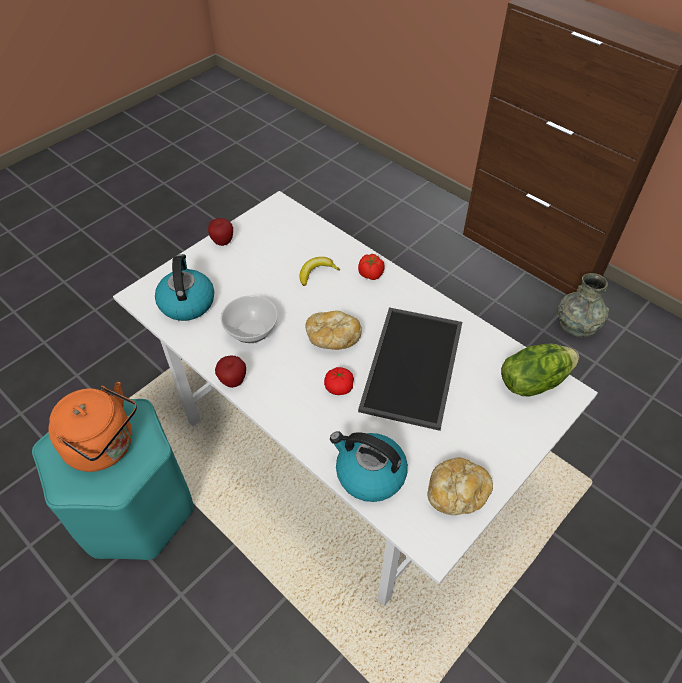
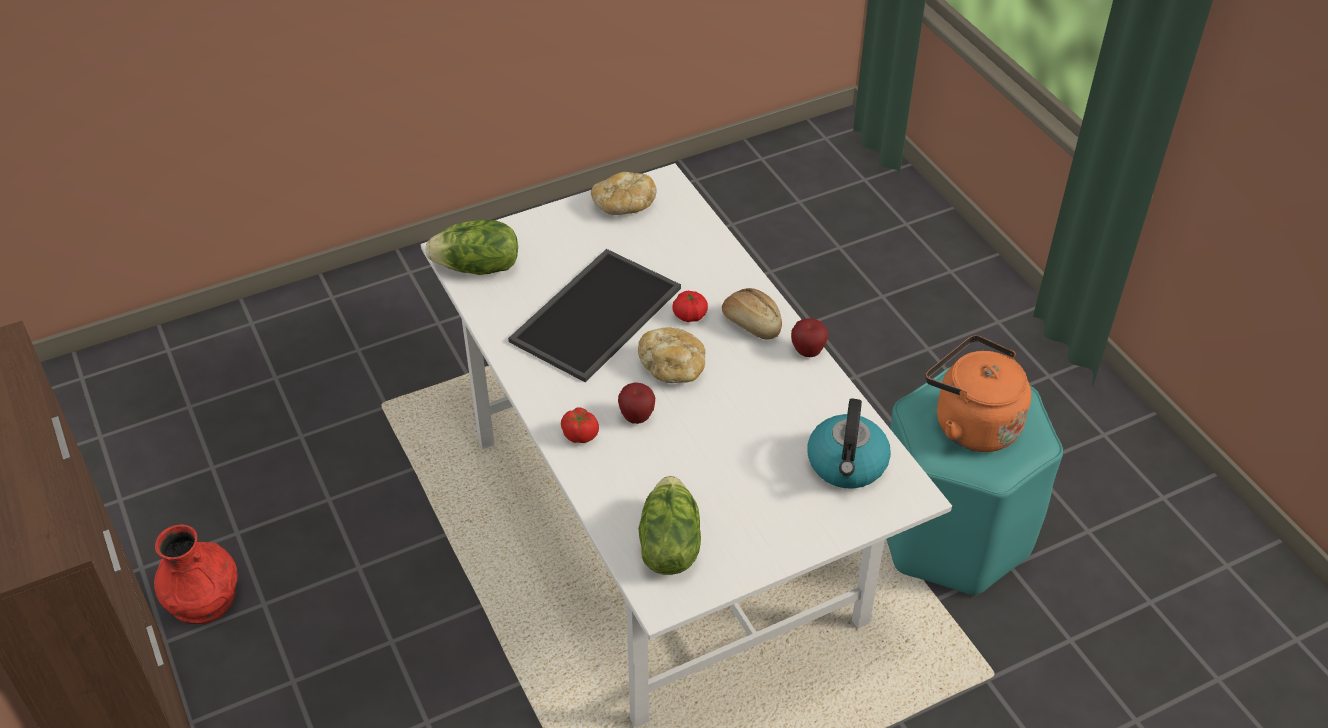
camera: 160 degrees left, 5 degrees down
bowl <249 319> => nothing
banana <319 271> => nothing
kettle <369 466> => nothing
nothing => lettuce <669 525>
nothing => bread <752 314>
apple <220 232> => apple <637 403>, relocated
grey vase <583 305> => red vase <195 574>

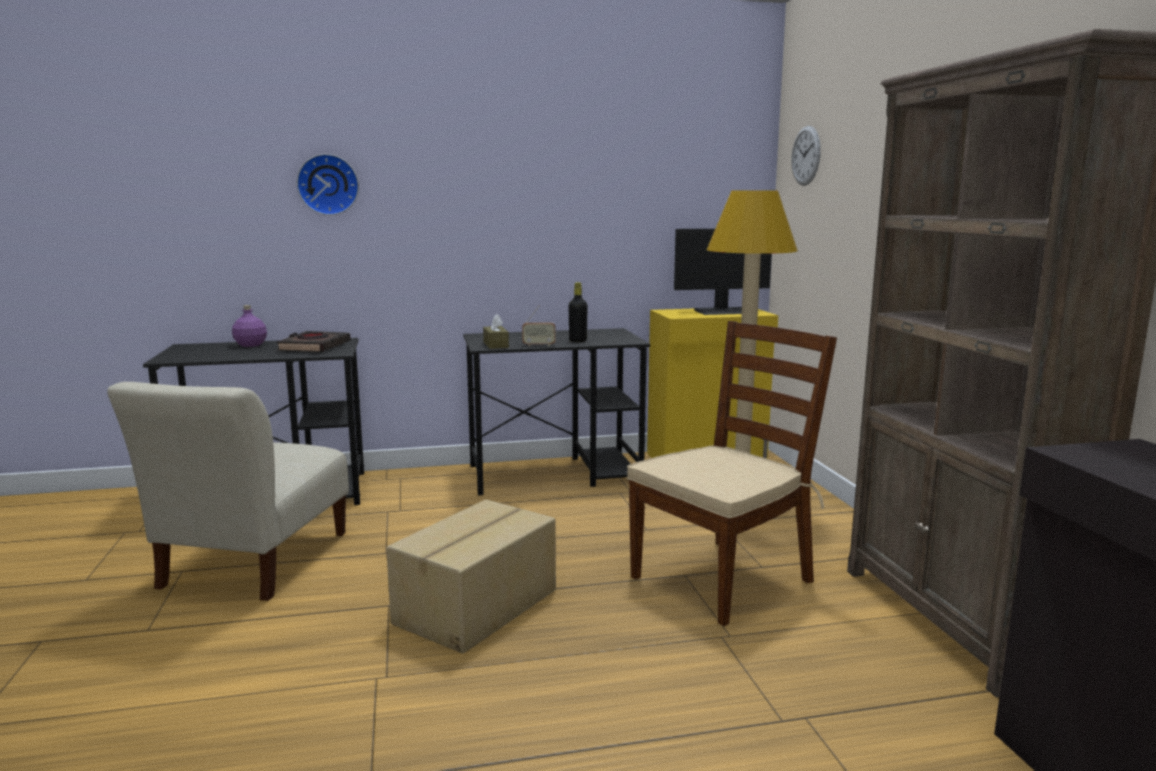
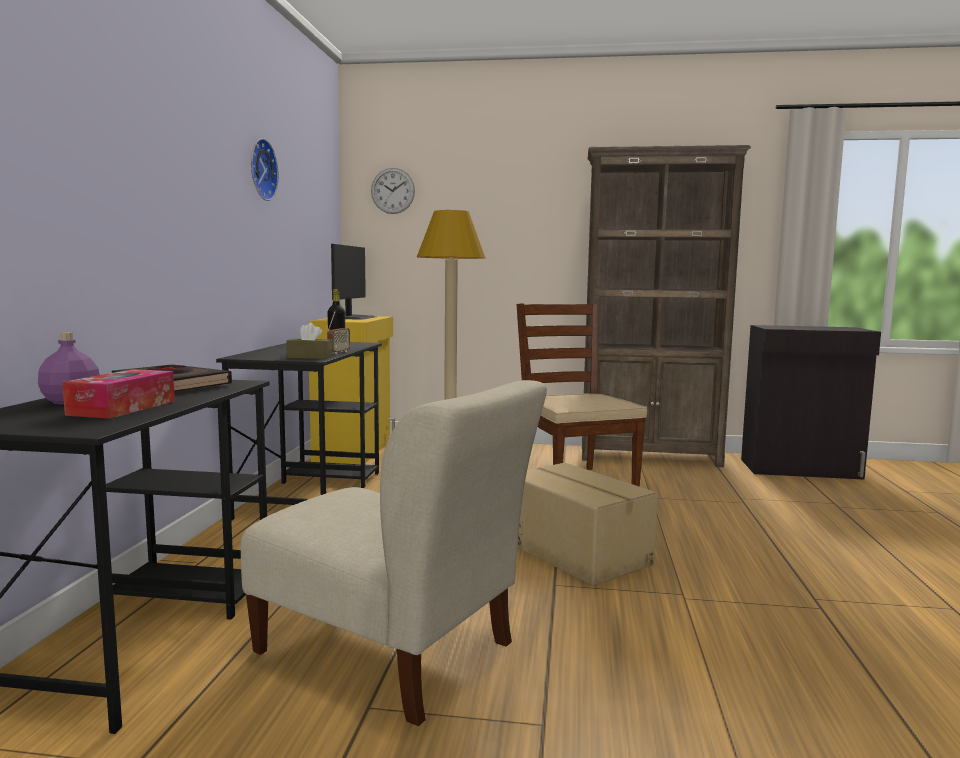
camera: 70 degrees left, 5 degrees down
nothing => tissue box <118 394>
wall clock <327 184> => wall clock <265 169>, relocated

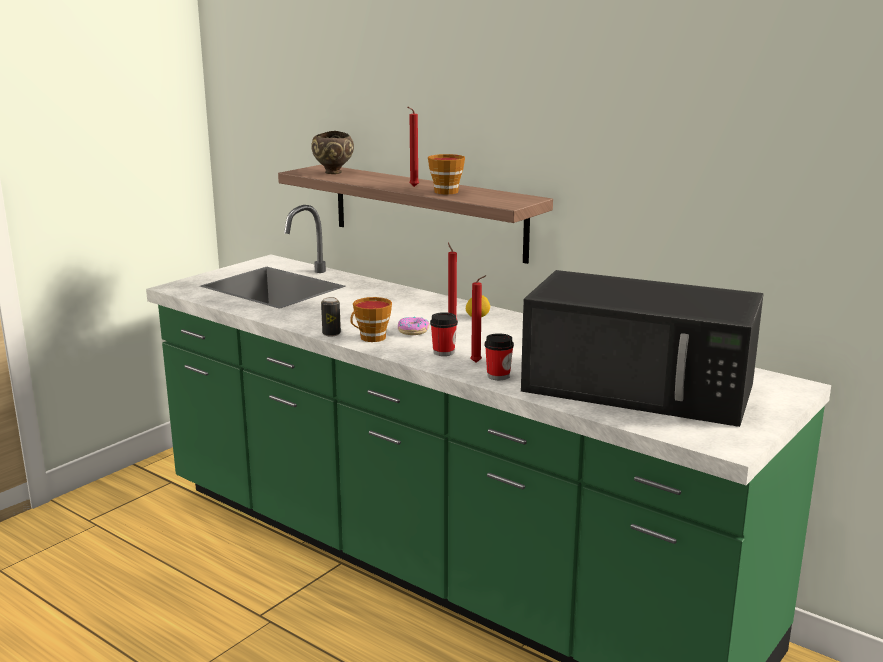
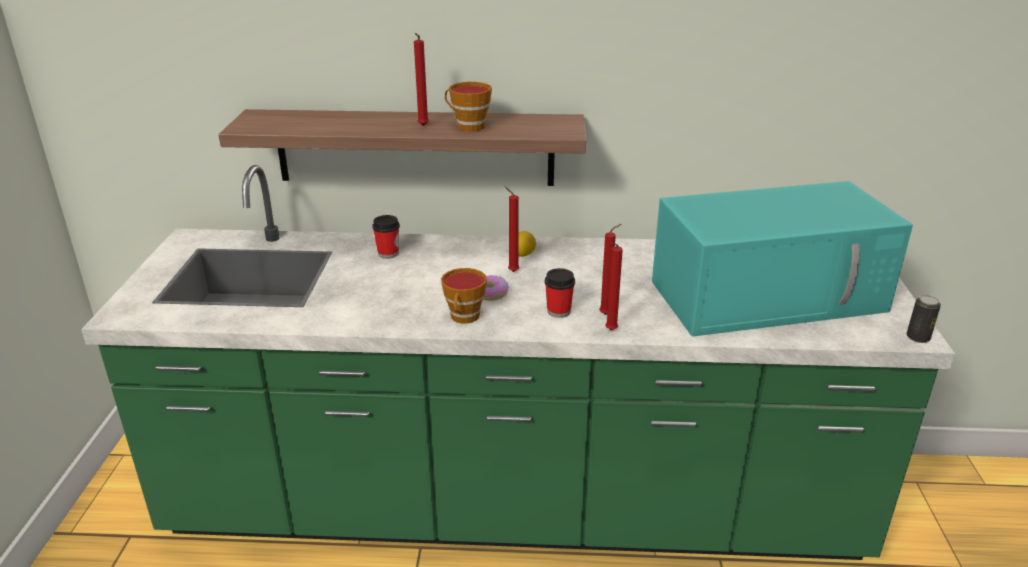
camera: 35 degrees left, 10 degrees up
brown bowl <332 152> => nothing
nothing => red candle <614 286>
can <331 316> => can <924 319>, relocated
cup <499 356> => cup <386 237>, relocated
black microwave <642 348> => turquoise microwave <782 259>

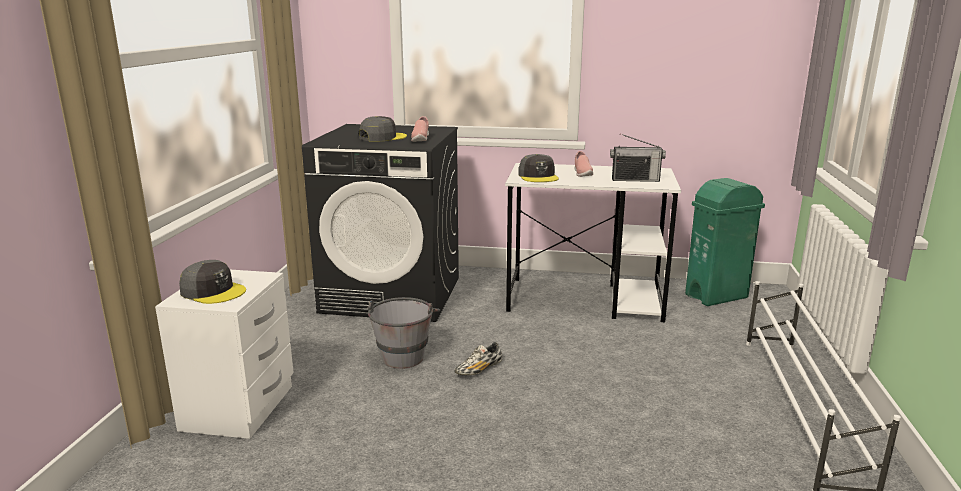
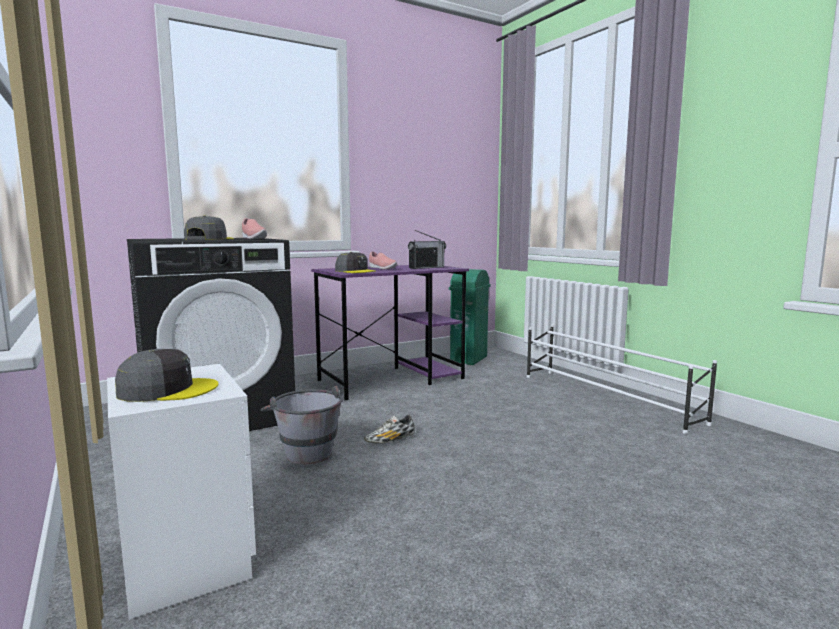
camera: 40 degrees left, 10 degrees down
white desk <593 242> => purple desk <390 332>
shoe <478 358> => shoe <389 429>, 45 degrees clockwise

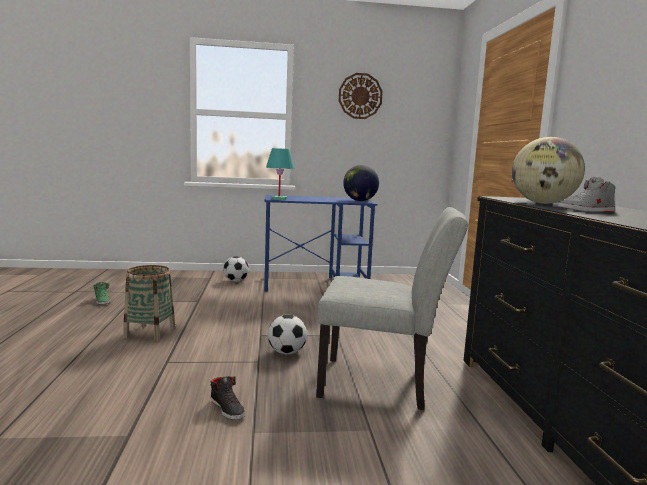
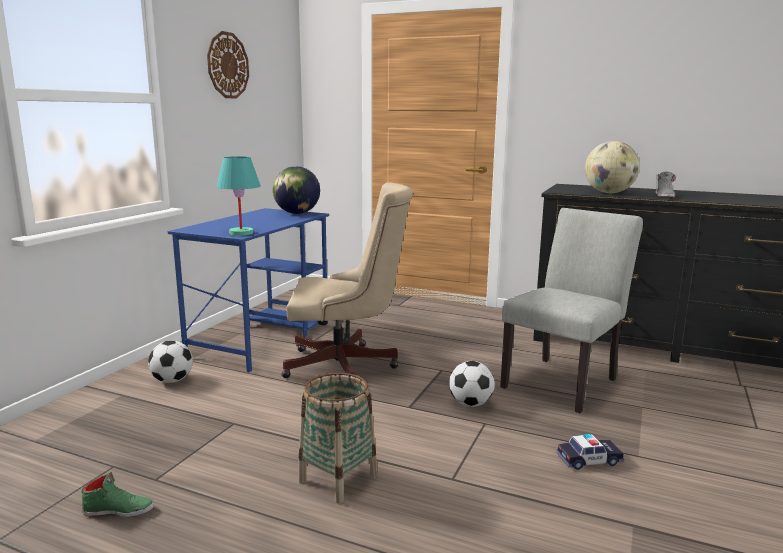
camera: 60 degrees left, 5 degrees up
nothing => beige office chair <347 280>
black shoe <228 398> => toy car <590 452>

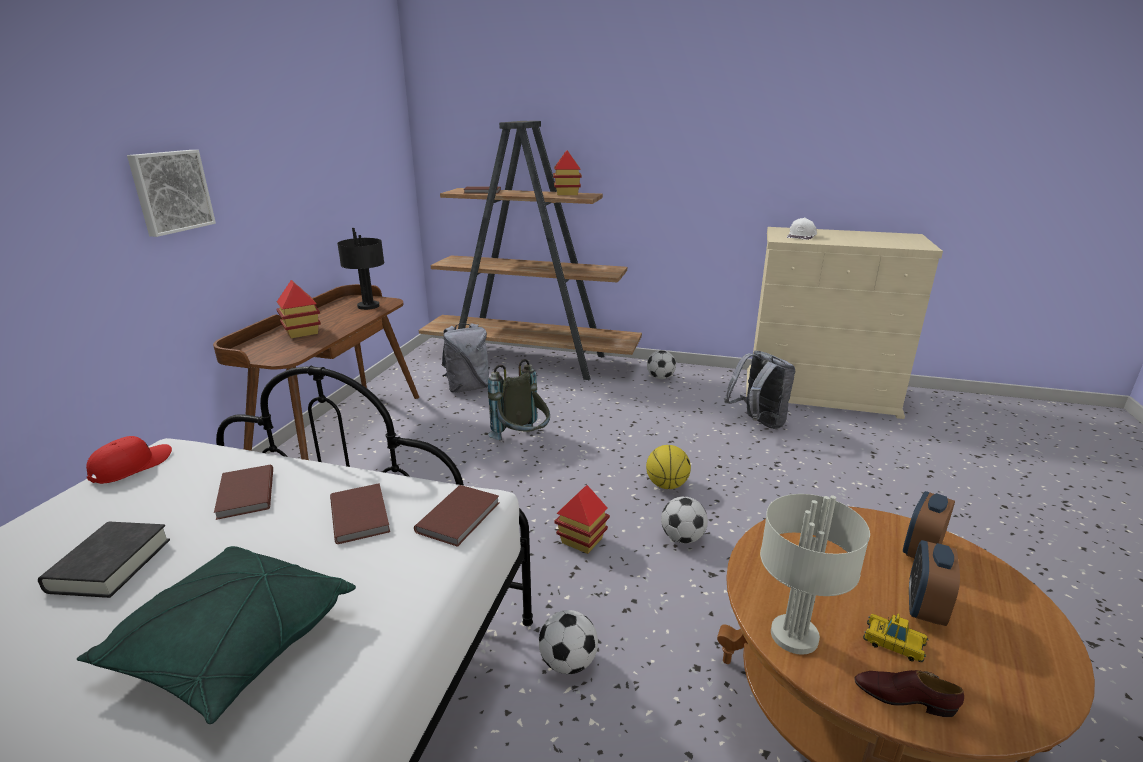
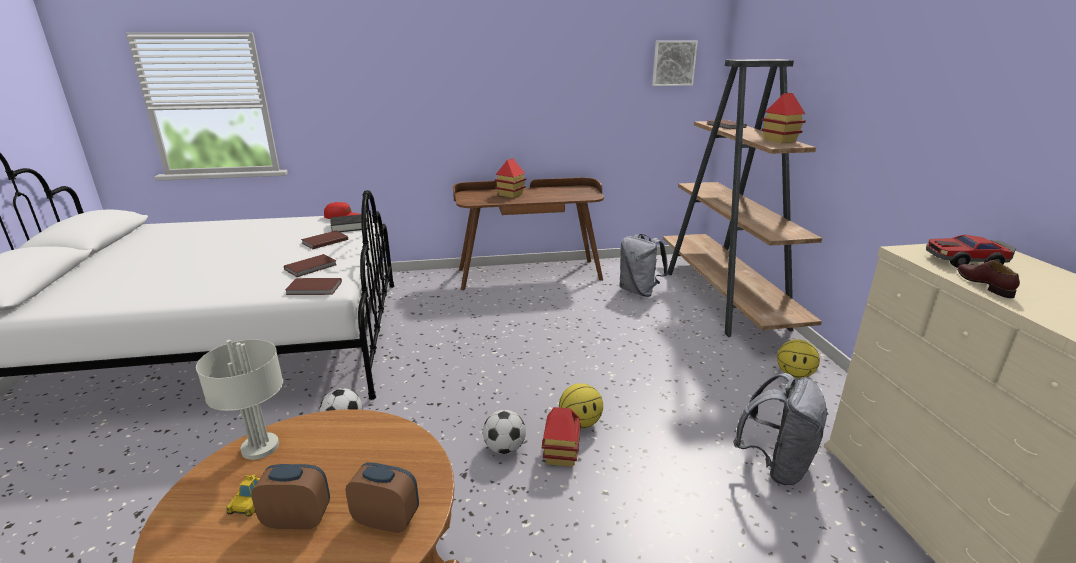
camera: 65 degrees right, 0 degrees up
green pillow <216 635> => nothing
black table lamp <360 269> => nothing
grey backpack <519 399> => nothing
black book <104 560> => black book <349 223>, relocated
picture <171 193> => picture <675 63>, relocated
toy house <582 519> => toy house <561 437>, relocated
brown shoe <909 693> => brown shoe <988 279>, relocated
football <661 364> => basketball <798 358>
white cap <802 229> => toy car <971 251>

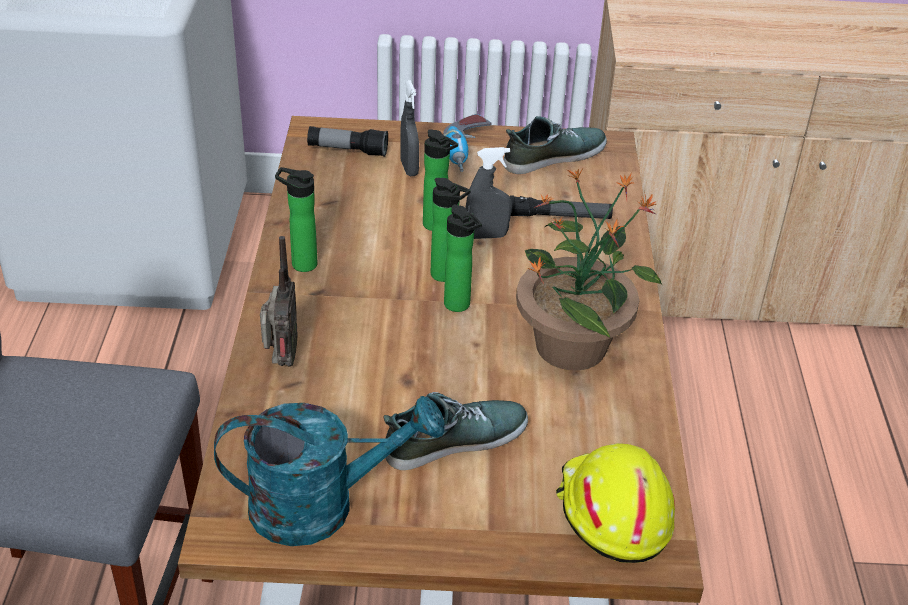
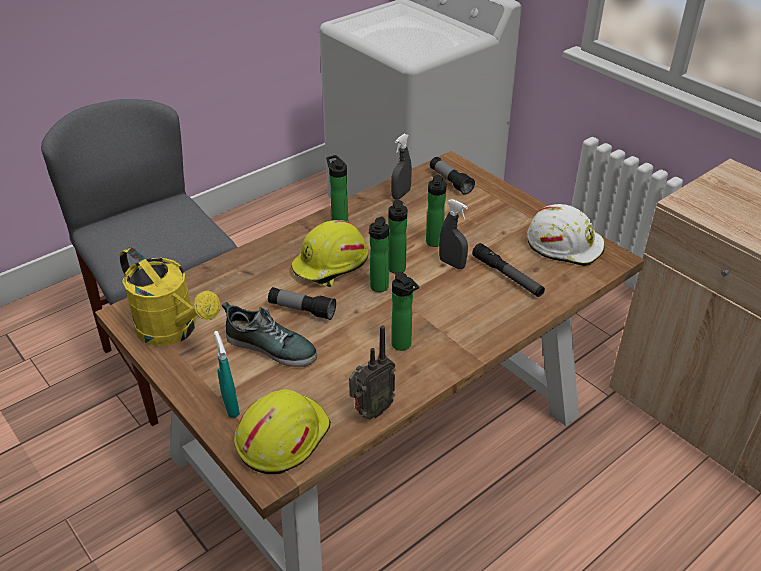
camera: 50 degrees right, 0 degrees up
power drill <467 143> => nothing
nothing => turquoise spray bottle <227 374>
nothing => flashlight <302 303>
nothing => yellow hard hat <329 253>
radio <279 301> => radio <372 372>, relocated
grey spray bottle <409 128> => grey spray bottle <401 167>, relocated
shoe <555 145> => white hard hat <566 235>
potted plant <589 268> => bottle <405 311>
turquoise watering can <329 471> => yellow watering can <169 296>

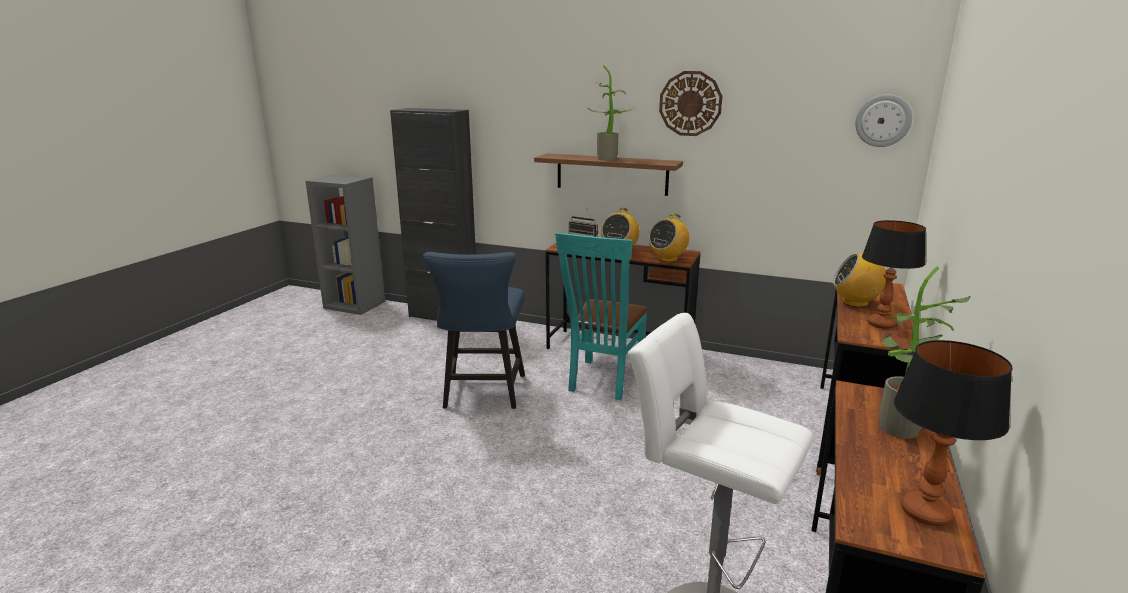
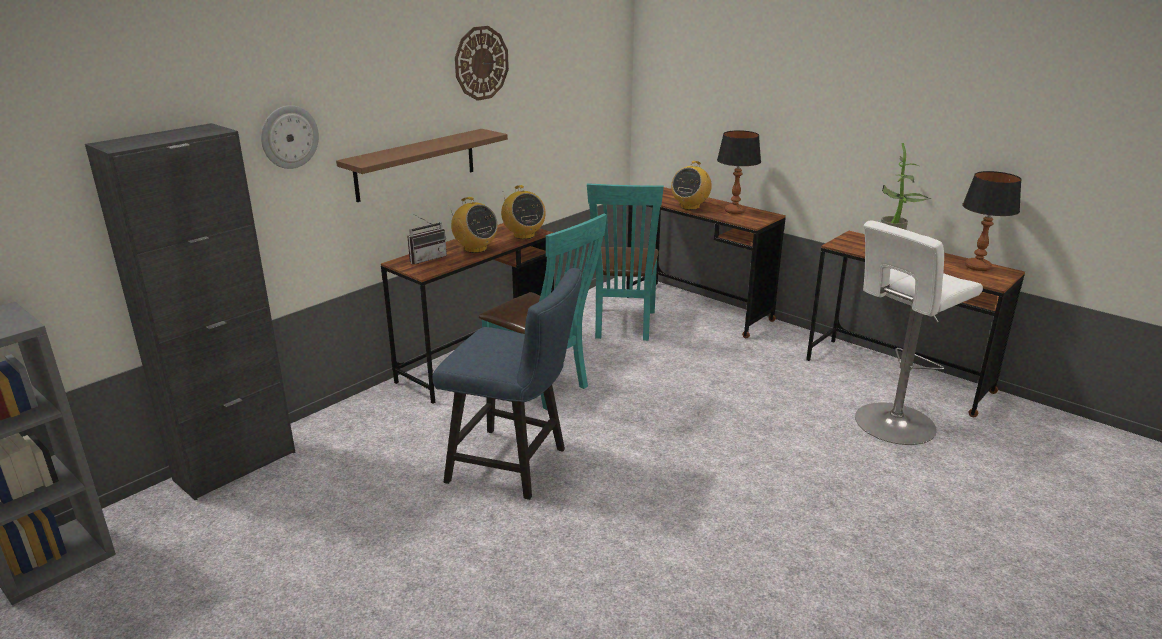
camera: 70 degrees left, 5 degrees up
potted plant <611 113> => nothing
nothing => turquoise chair <625 262>
wall clock <883 120> => wall clock <290 137>, relocated

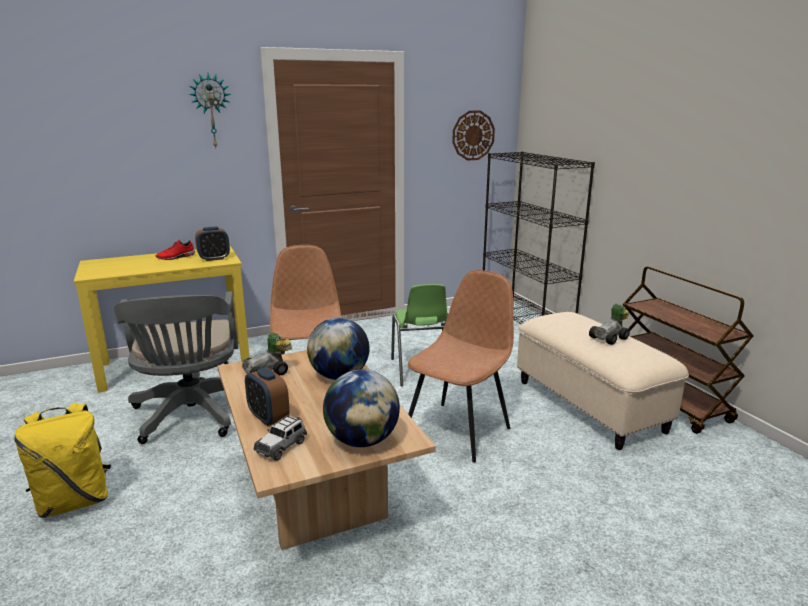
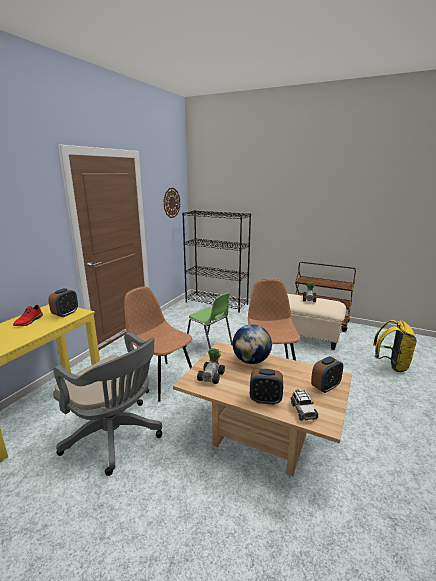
camera: 40 degrees left, 0 degrees up
wall clock <210 110> => nothing
yellow backpack <62 460> => yellow backpack <395 346>, relocated
globe <361 408> => alarm clock <327 374>

